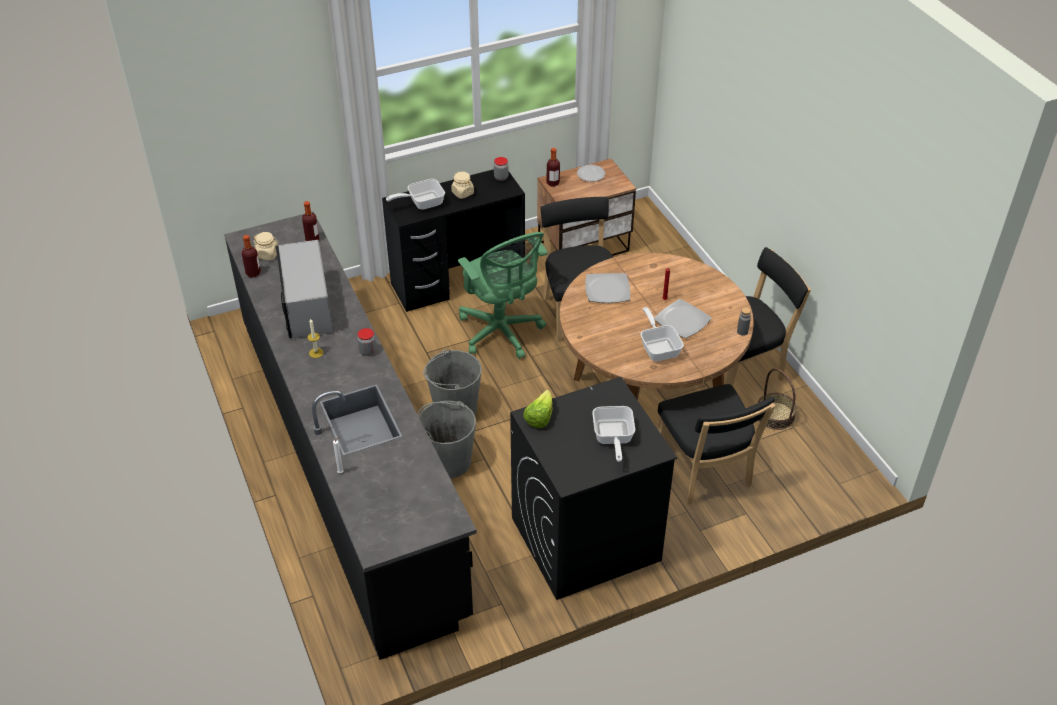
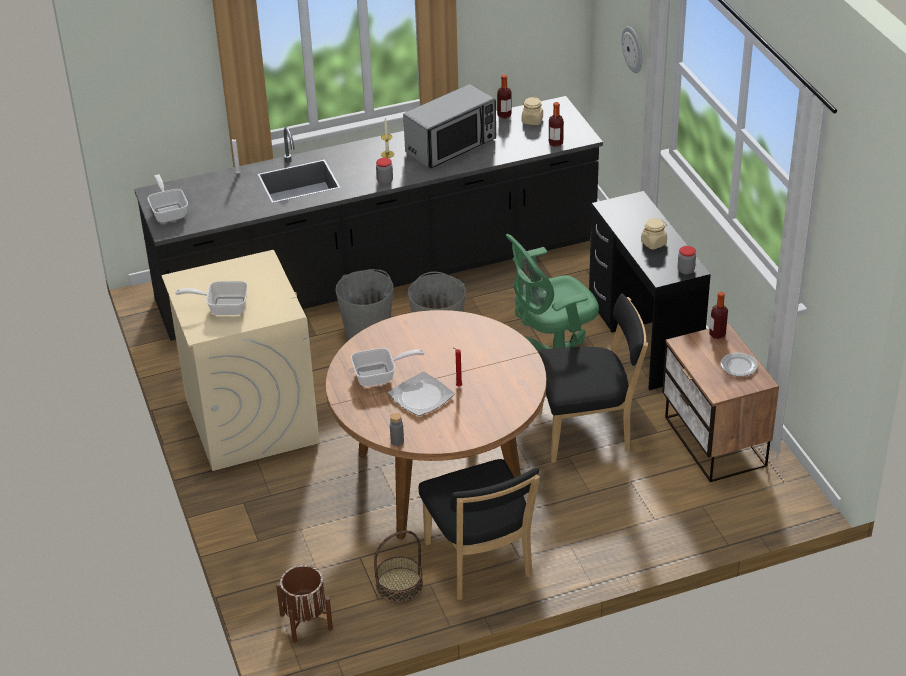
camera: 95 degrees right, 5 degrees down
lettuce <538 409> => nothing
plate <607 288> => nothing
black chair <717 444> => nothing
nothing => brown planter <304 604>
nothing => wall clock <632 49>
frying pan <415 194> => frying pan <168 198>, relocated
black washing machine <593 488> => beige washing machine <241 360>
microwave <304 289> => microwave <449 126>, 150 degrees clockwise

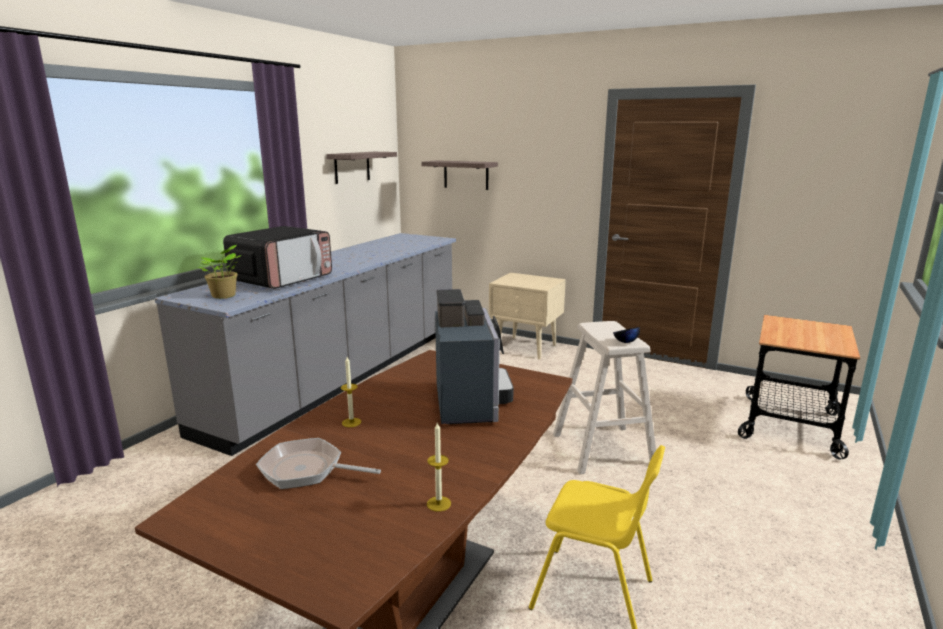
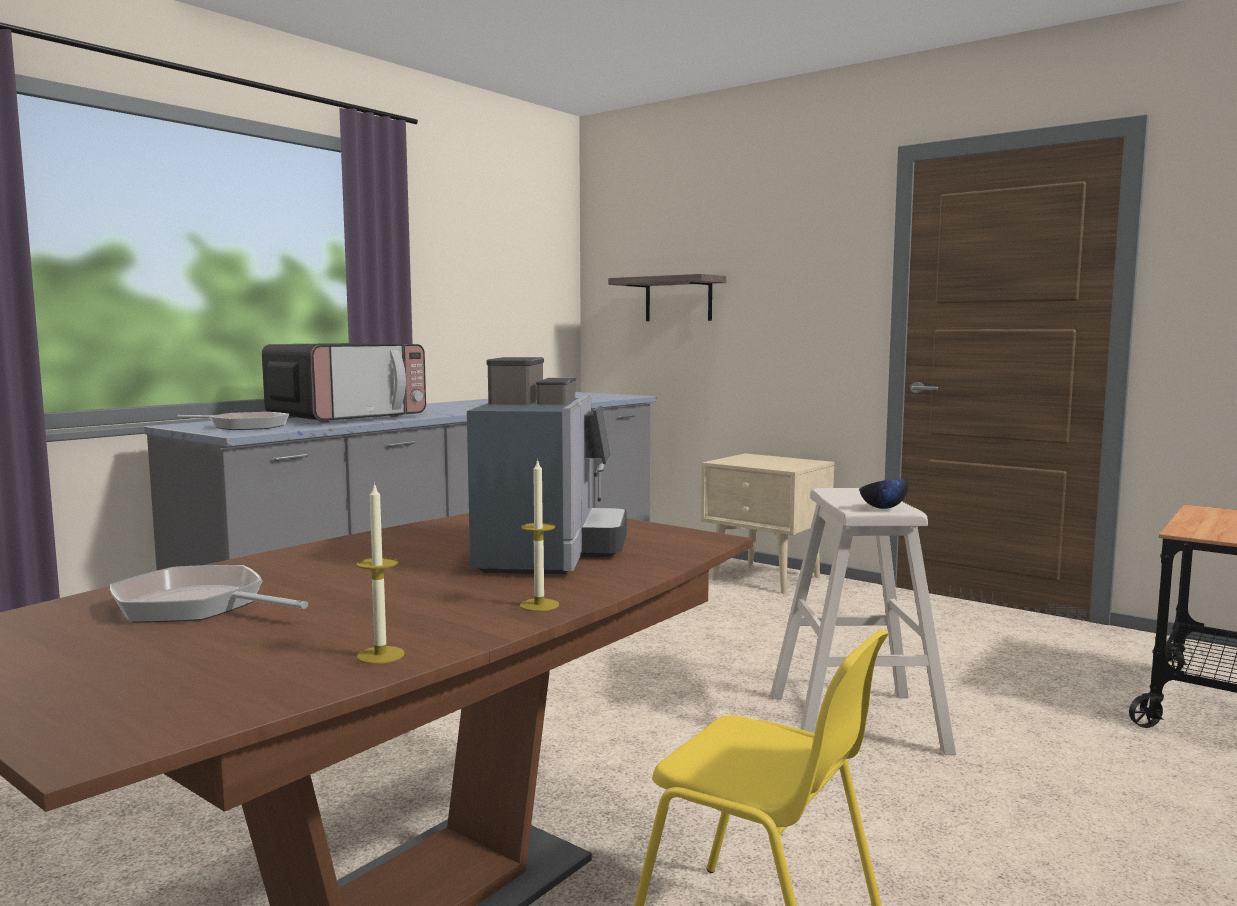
camera: 10 degrees right, 10 degrees down
shelf <361 168> => nothing
candle <351 392> => candle <539 534>, relocated
potted plant <220 272> => frying pan <233 421>

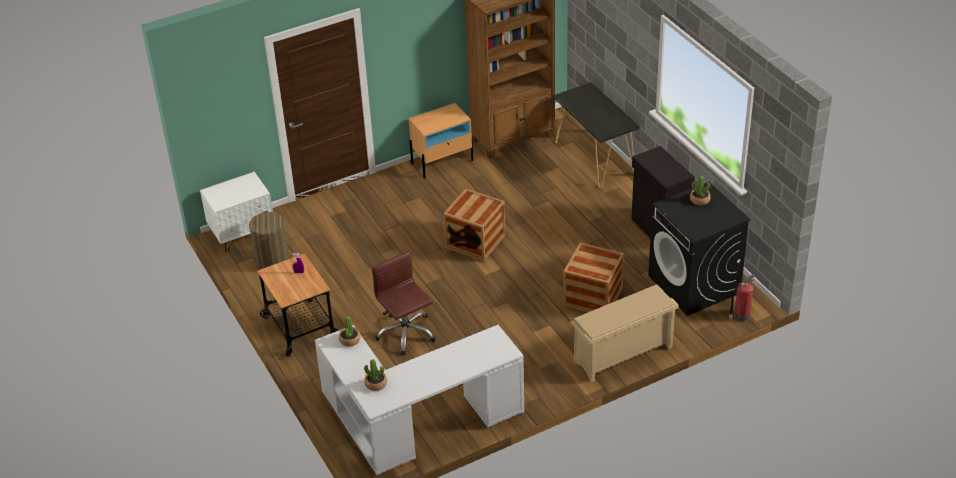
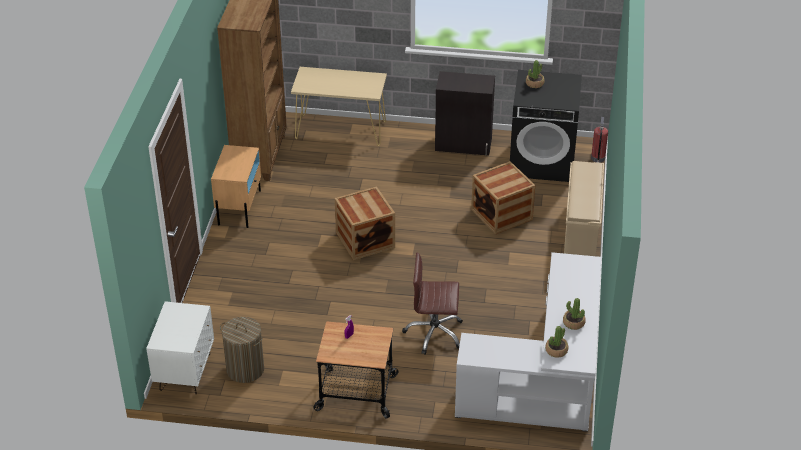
camera: 55 degrees left, 0 degrees up
potted plant <350 331> => potted plant <574 314>, relocated
black console table <596 135> => beige console table <339 106>

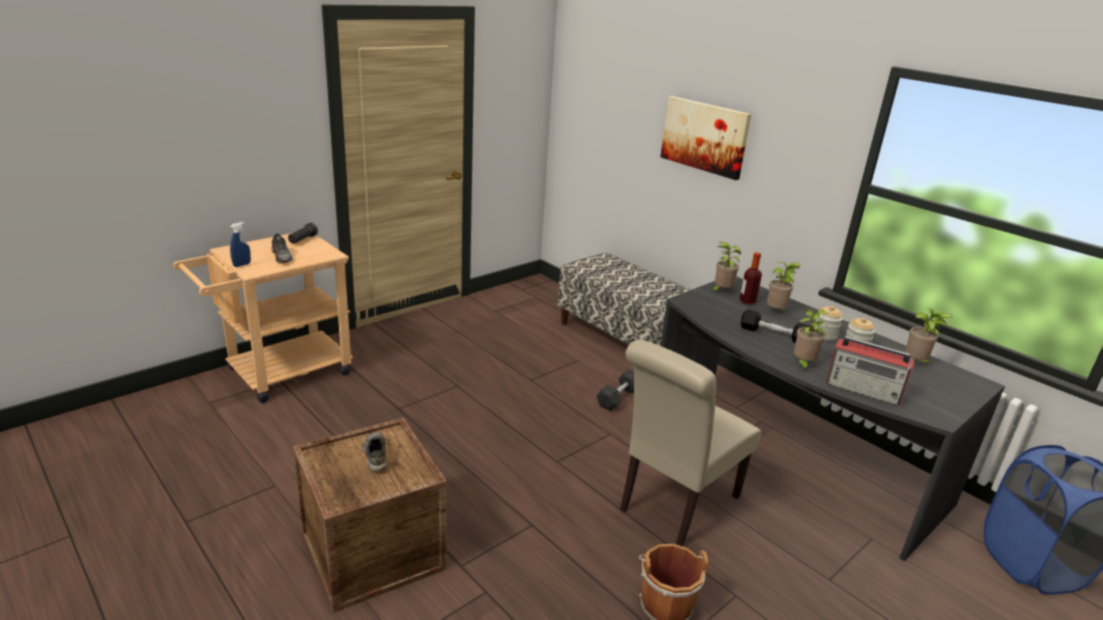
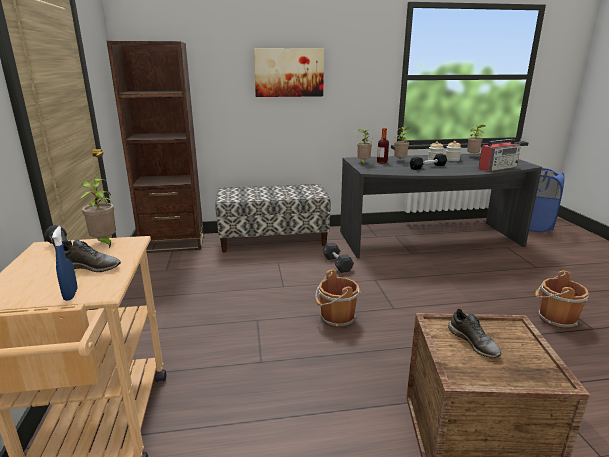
camera: 55 degrees left, 5 degrees down
beige chair <690 443> => nothing
nothing => brown bookcase <155 147>
nothing => brown bucket <338 298>
potted plant <811 340> => potted plant <98 213>, relocated
grey shoe <375 452> => grey shoe <475 333>, 135 degrees counterclockwise

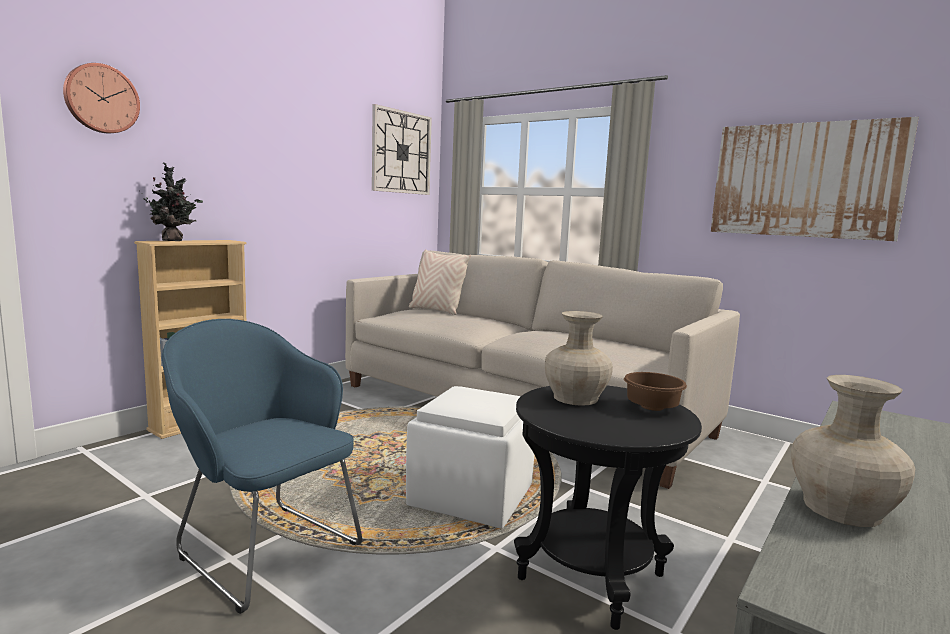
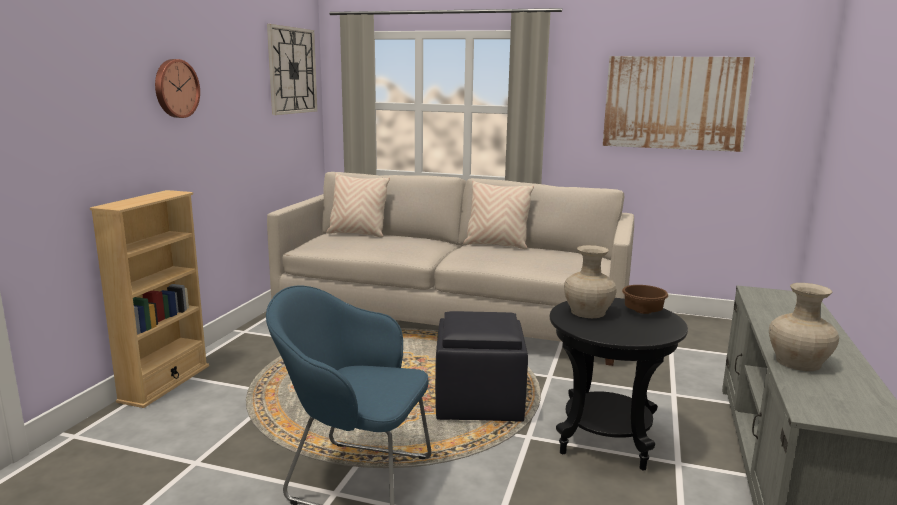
camera: 20 degrees left, 5 degrees up
potted plant <171 201> => nothing
nothing => beige pillow <498 214>
wall clock <101 98> => wall clock <177 88>, relocated
white ottoman <470 457> => black ottoman <481 366>

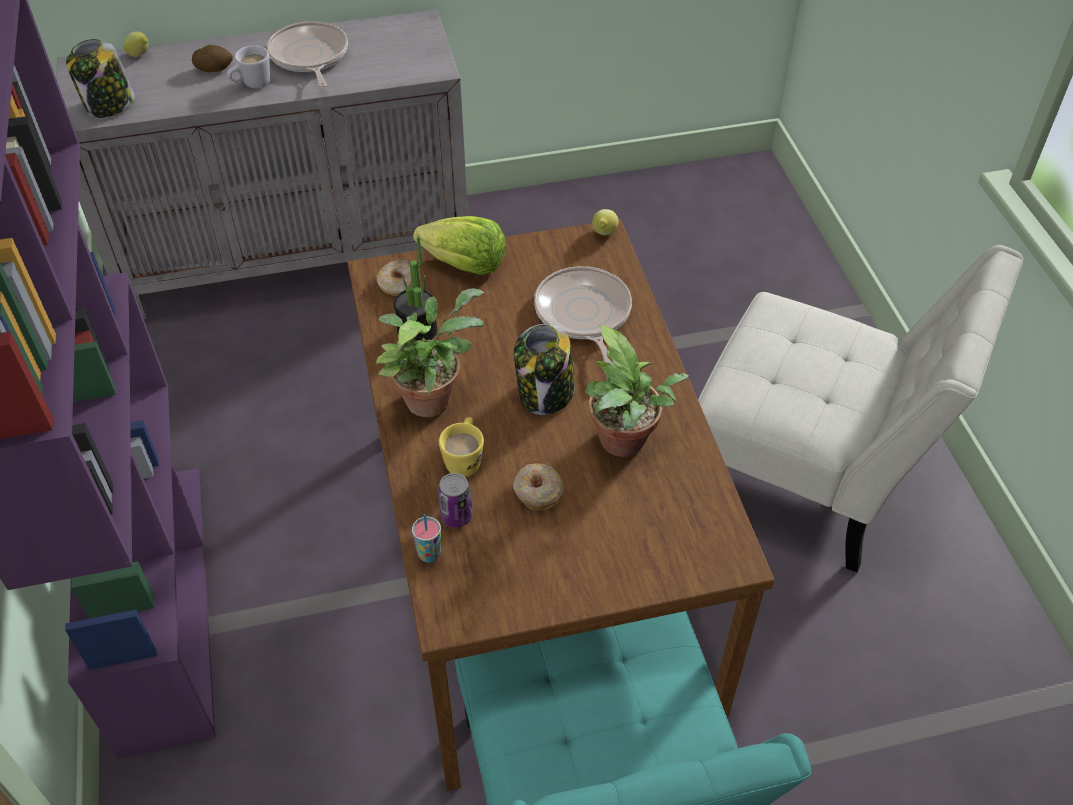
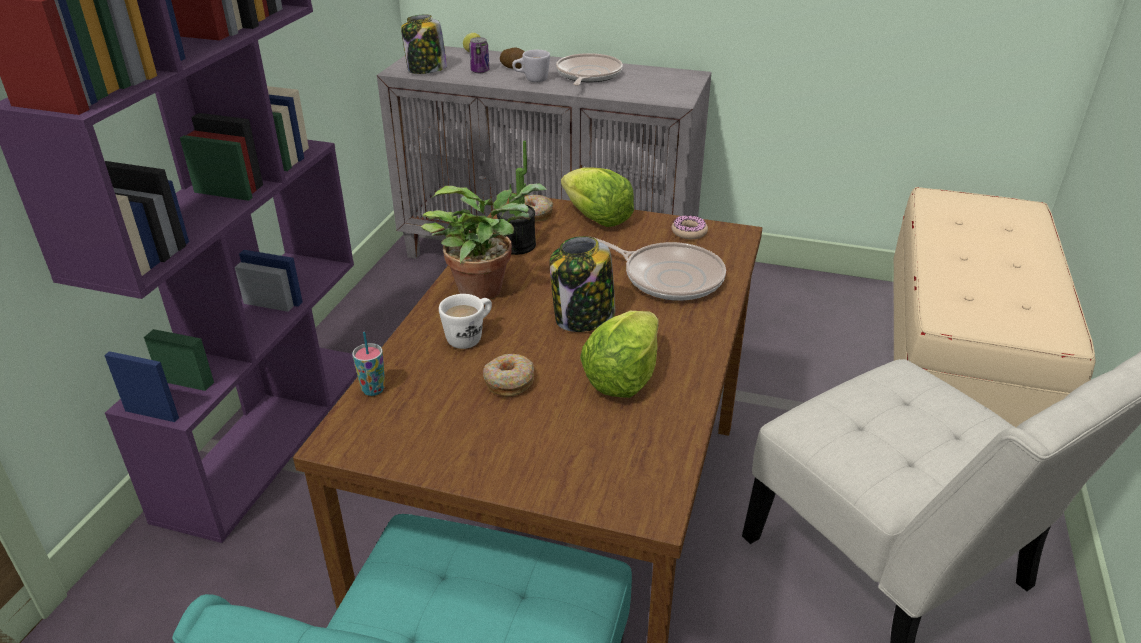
camera: 30 degrees right, 15 degrees down
lemon <605 222> => nothing
nothing => donut <689 227>
nothing => beige bench <994 307>
can <455 500> => can <479 55>, relocated
potted plant <637 391> => lettuce <619 354>
yellow mug <461 447> => white mug <465 321>
frying pan <583 315> => frying pan <659 269>, 105 degrees clockwise

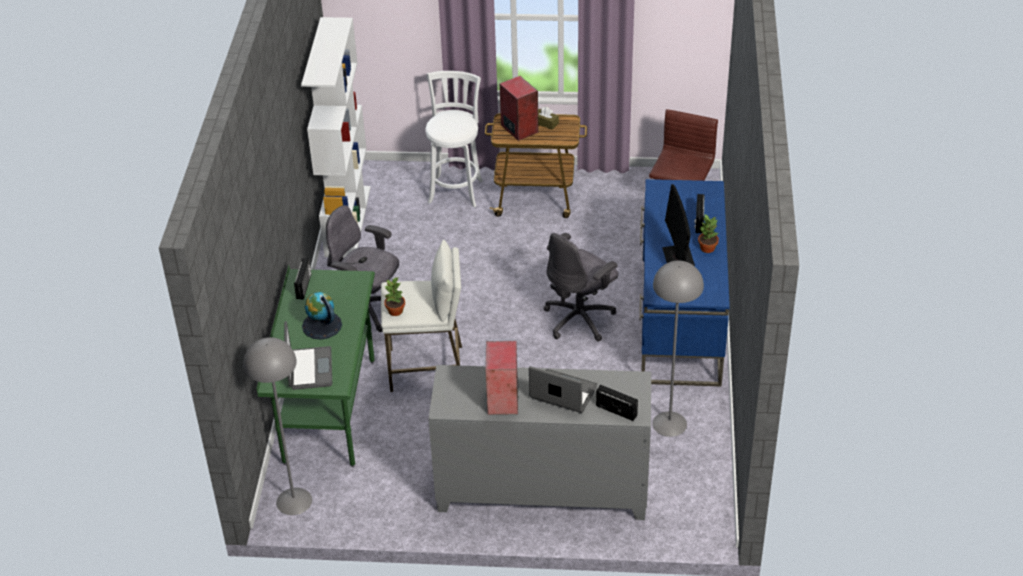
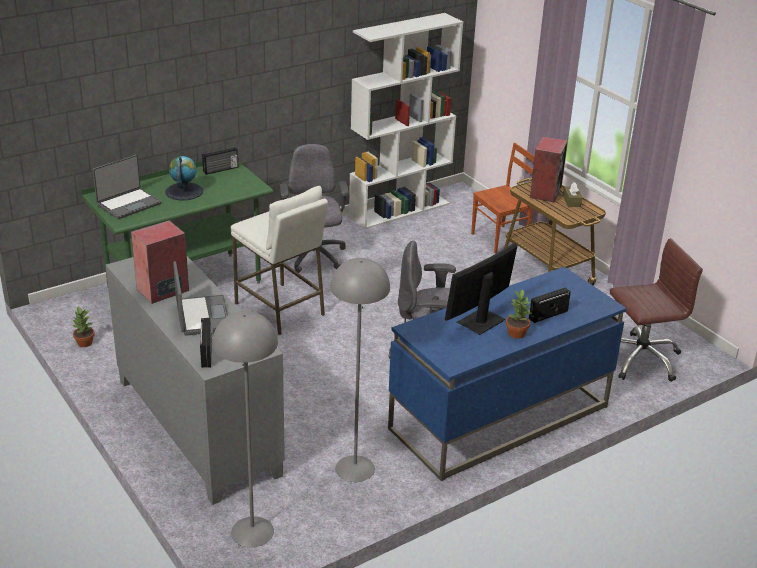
camera: 50 degrees right, 10 degrees down
grey floor lamp <277 426> => grey floor lamp <245 429>, relocated
potted plant <394 297> => potted plant <84 326>, relocated
white stool <454 139> => brown chair <503 198>

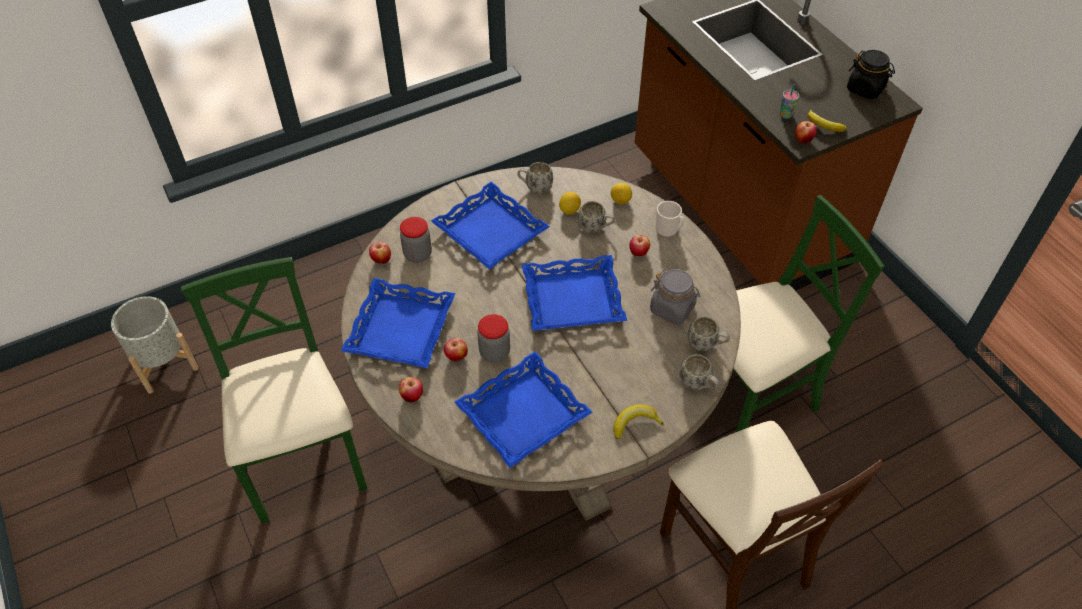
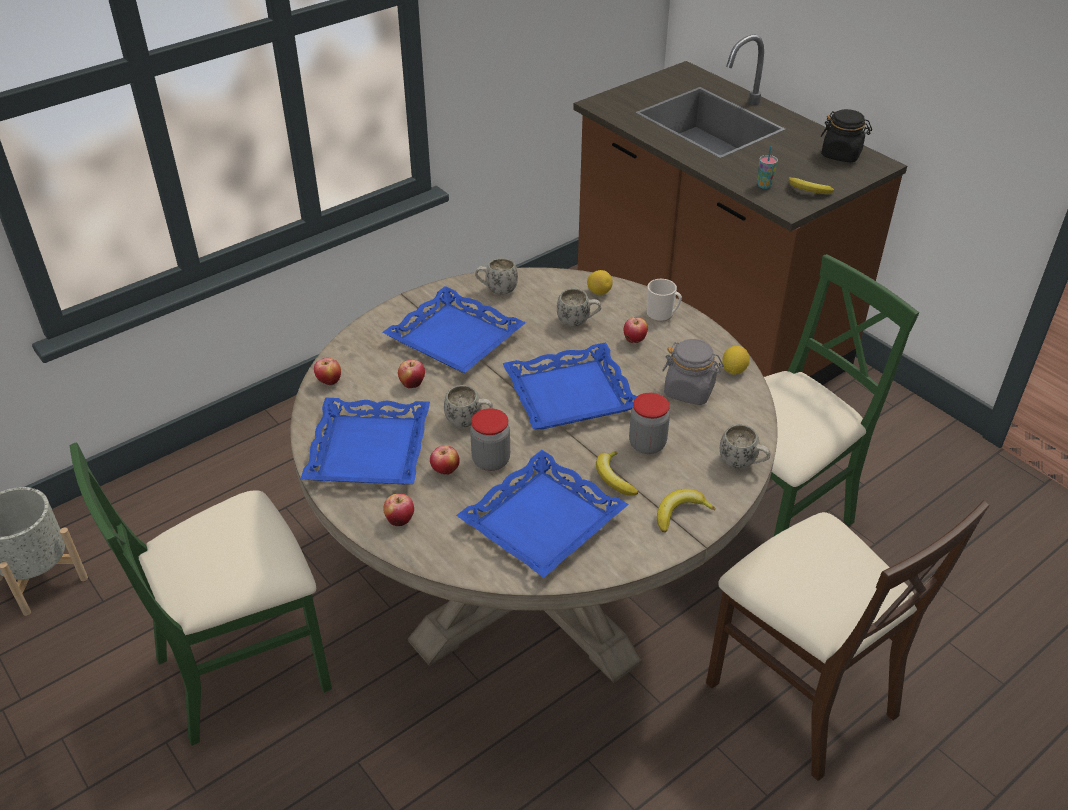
camera: 10 degrees left, 10 degrees down
nothing => banana <617 473>
jar <416 240> => jar <649 423>, relocated
lemon <570 203> => lemon <736 360>, relocated
white mug <709 333> => white mug <468 406>, relocated
apple <806 132> => apple <411 373>, relocated
green chair <274 390> => green chair <201 594>, 90 degrees counterclockwise

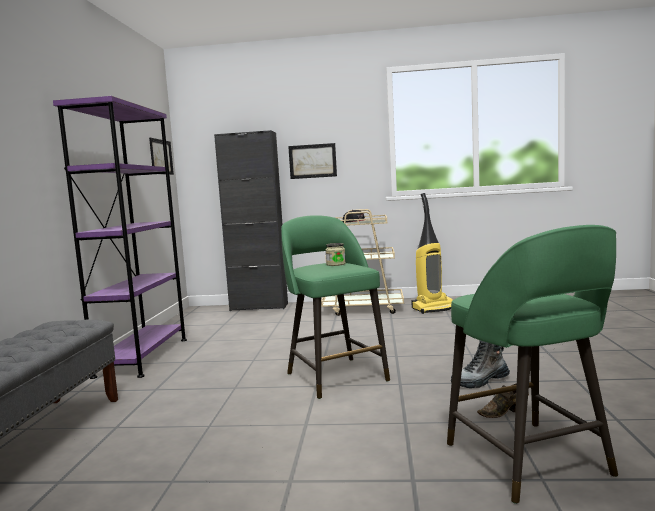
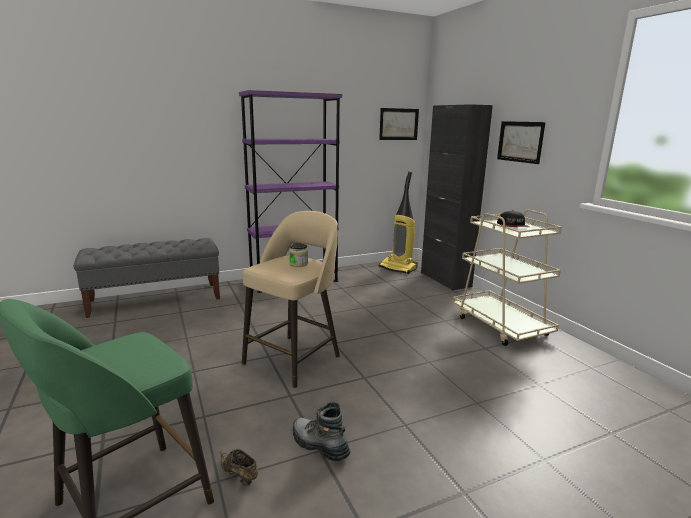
camera: 60 degrees right, 10 degrees up
vacuum cleaner <432 253> => vacuum cleaner <398 223>, relocated
green stool <335 307> => beige stool <291 299>

